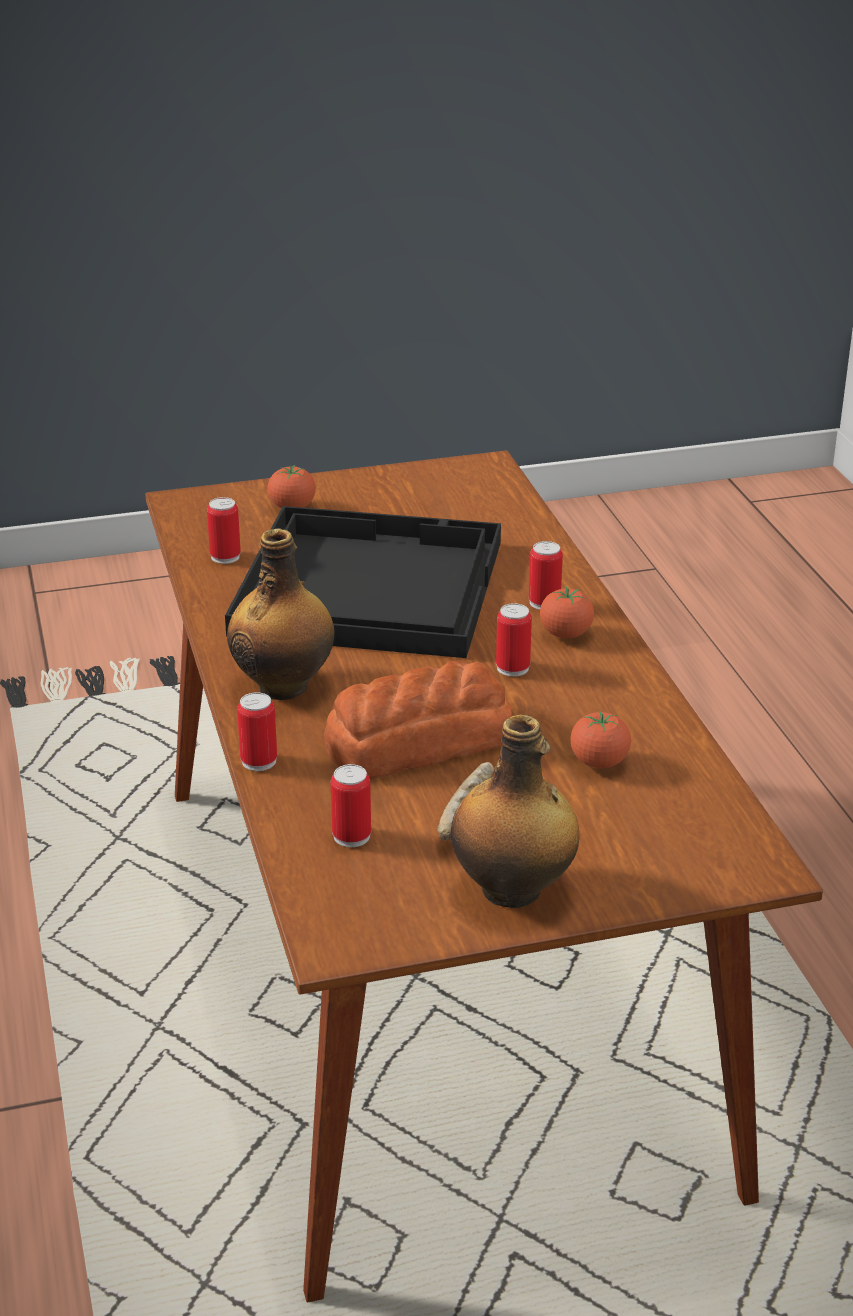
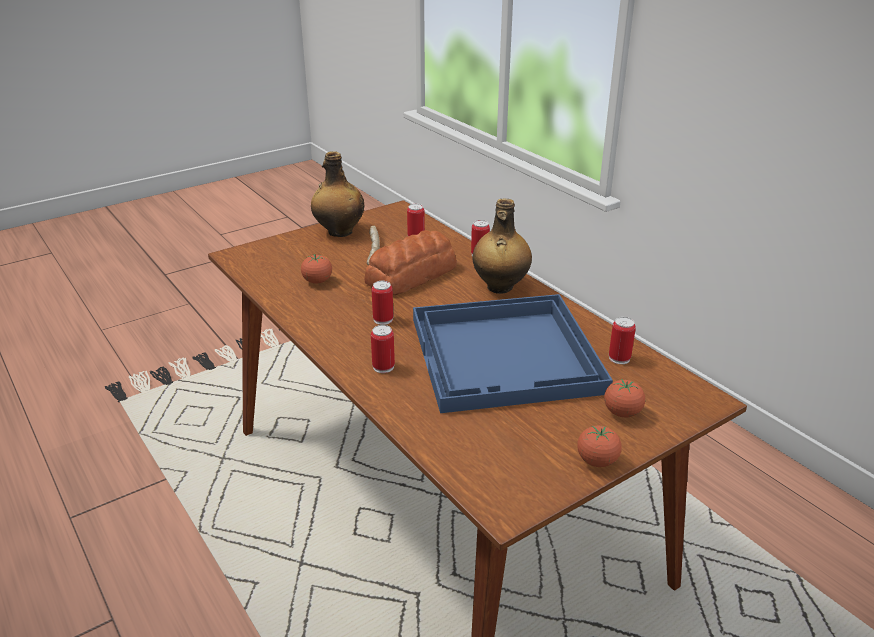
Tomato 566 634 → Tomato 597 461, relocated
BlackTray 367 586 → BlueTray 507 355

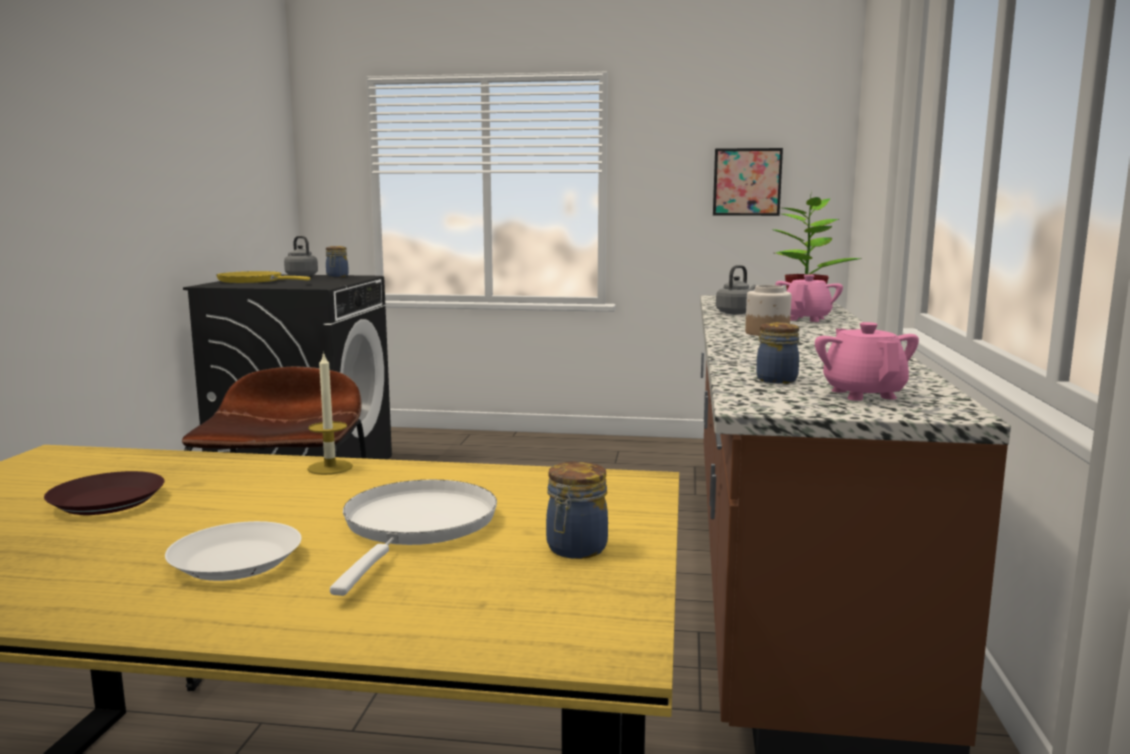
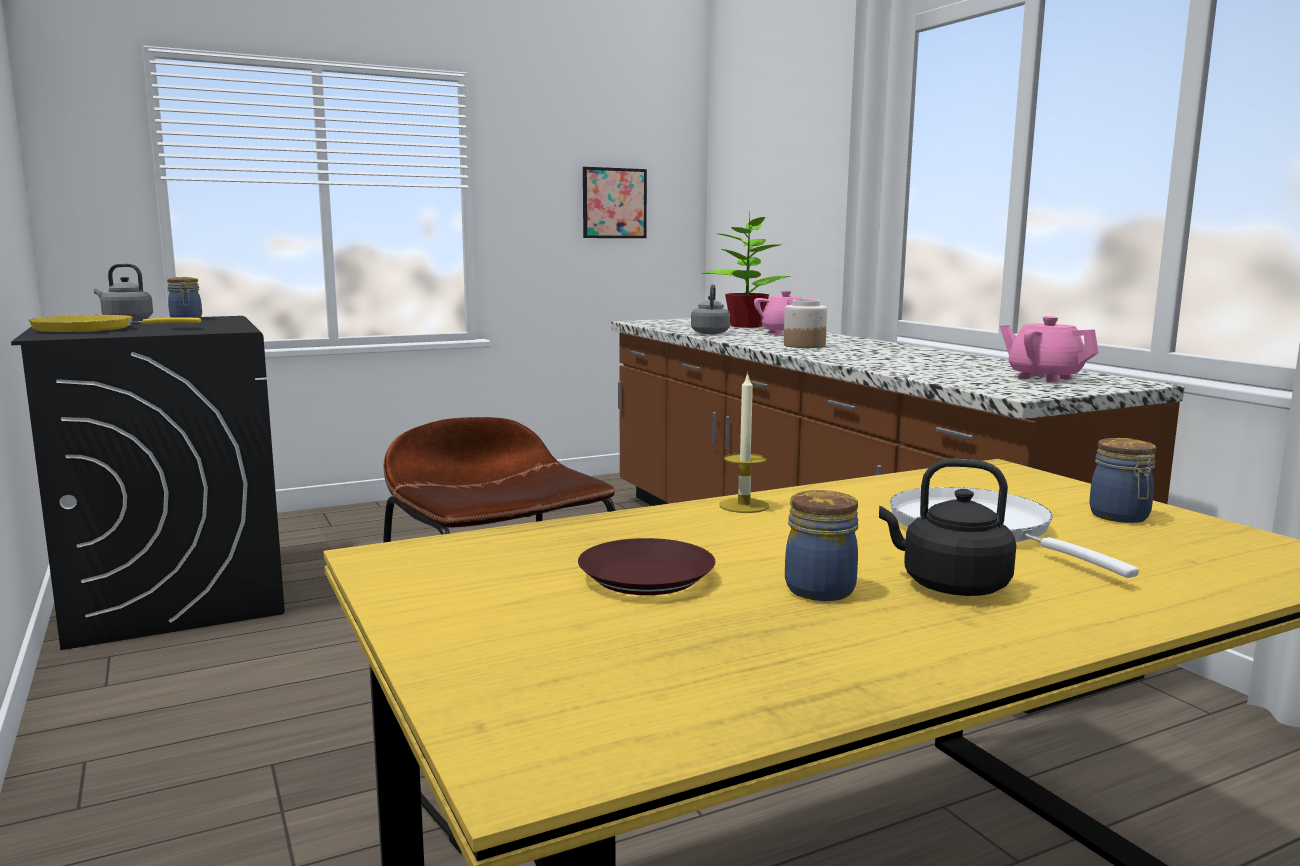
Jar 777 379 → Jar 819 588, relocated
WhitePlate 234 561 → BlackKettle 949 585

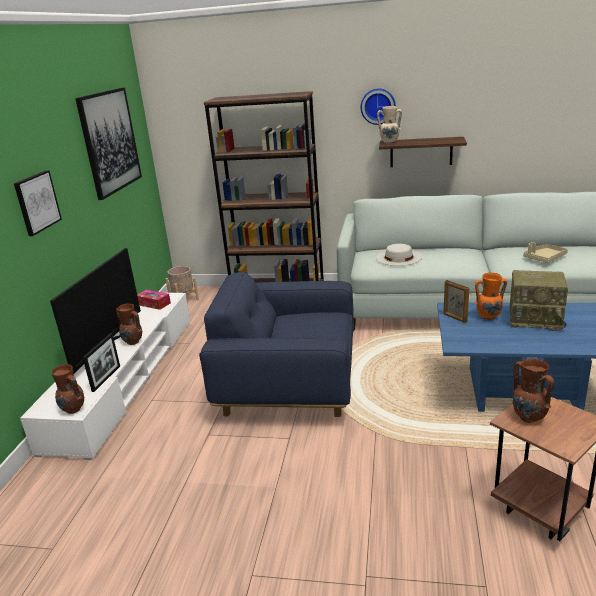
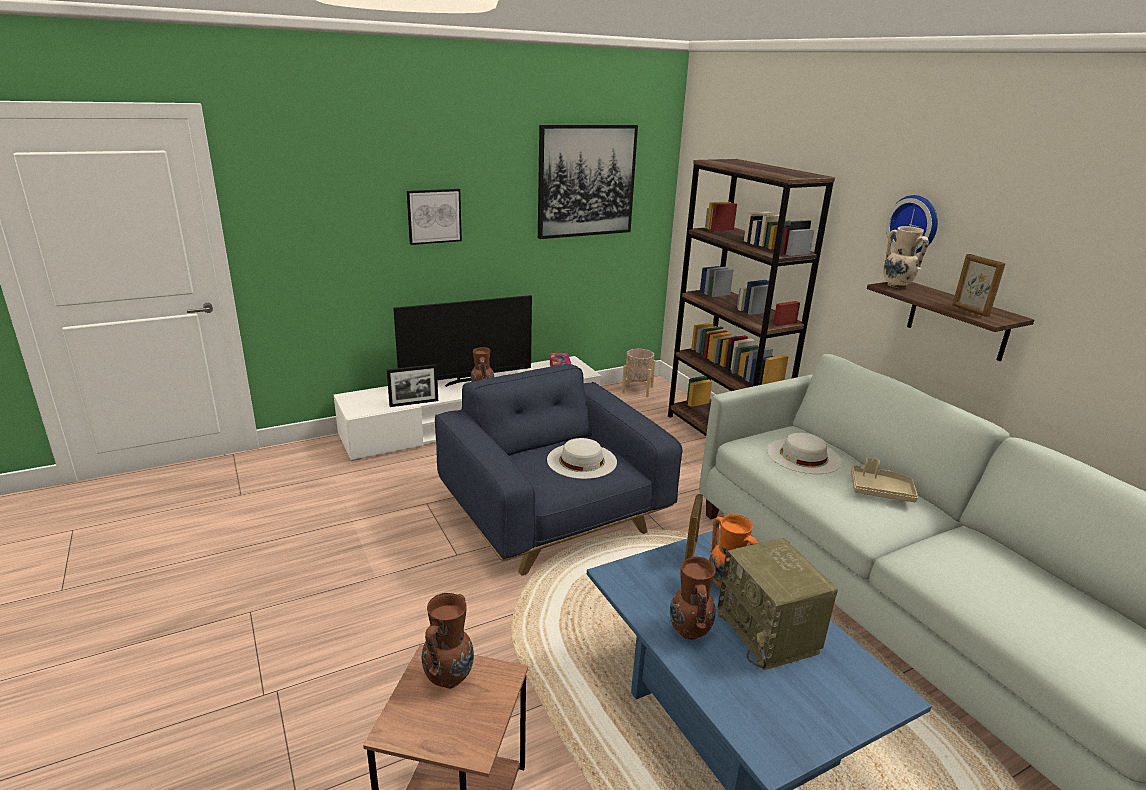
- → WhiteHat 582 460
- → PictureFrame 970 311
BrownVase 73 410 → BrownVase 689 632, relocated
BeigeTray 544 258 → BeigeTray 880 491, relocated

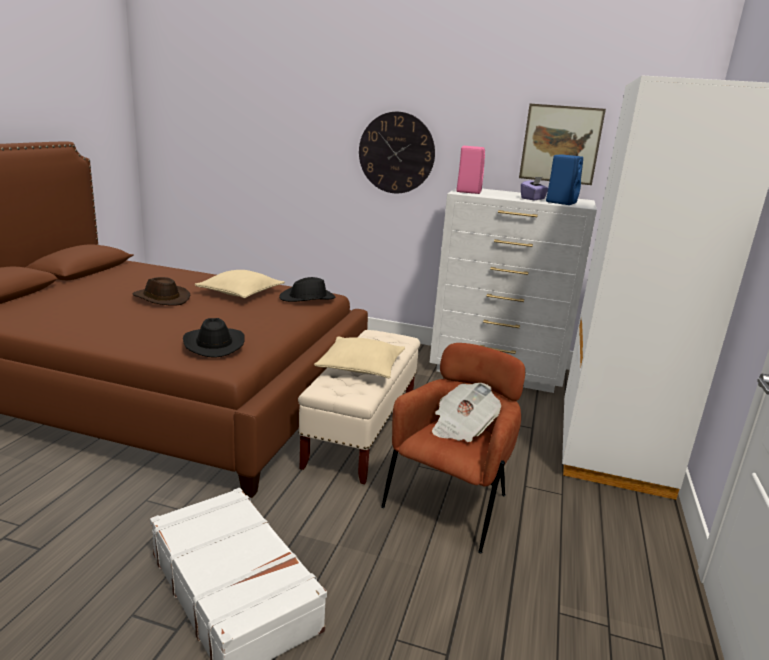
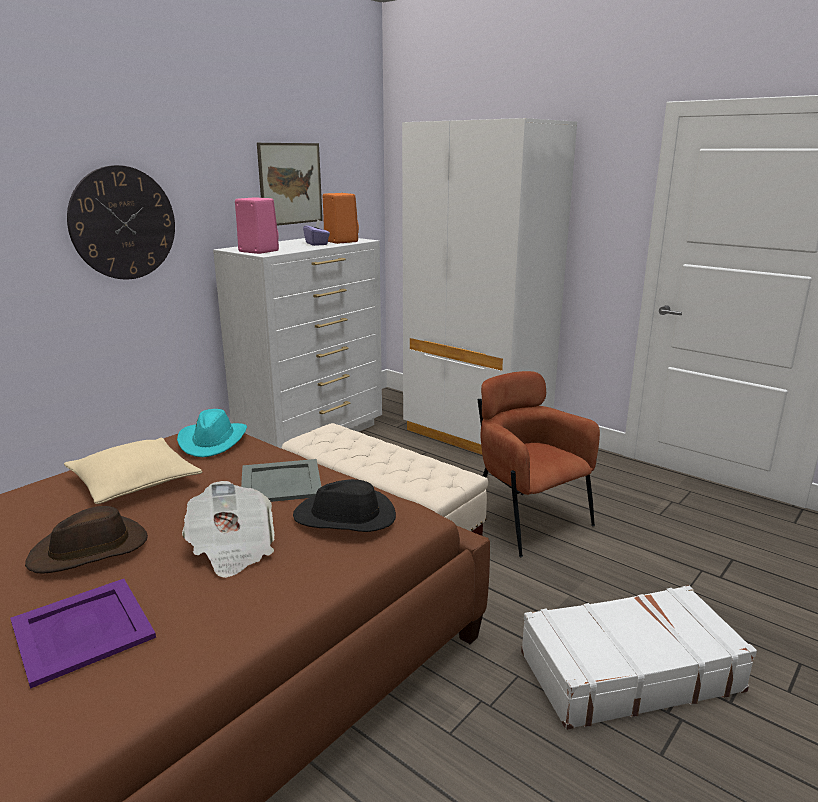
BeigePillow 361 367 → -
- → PurpleTray 81 630
- → GreyTray 281 481
Newspaper 462 428 → Newspaper 232 549, relocated
BlackHat 308 298 → TurquoiseHat 213 441
BlueSpeaker 561 202 → OrangeSpeaker 340 241

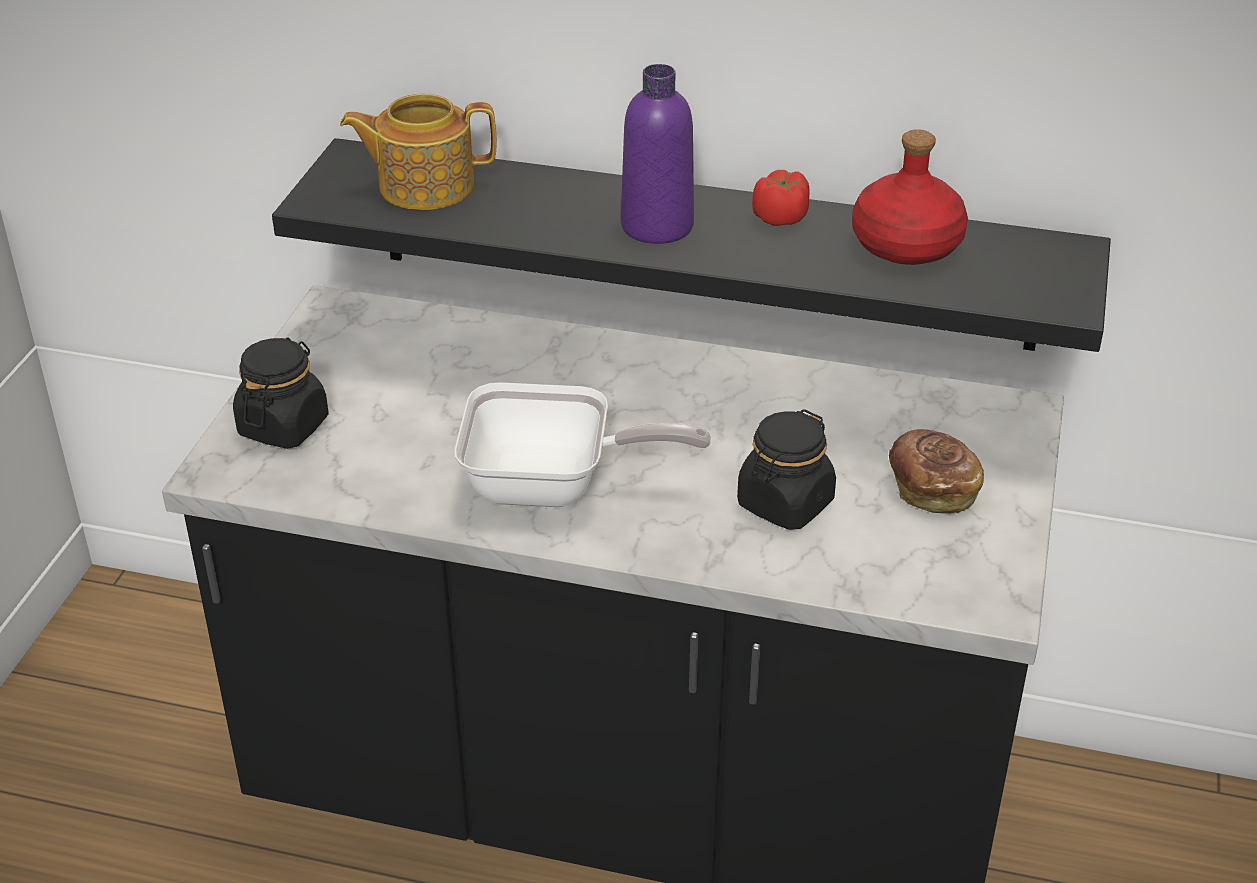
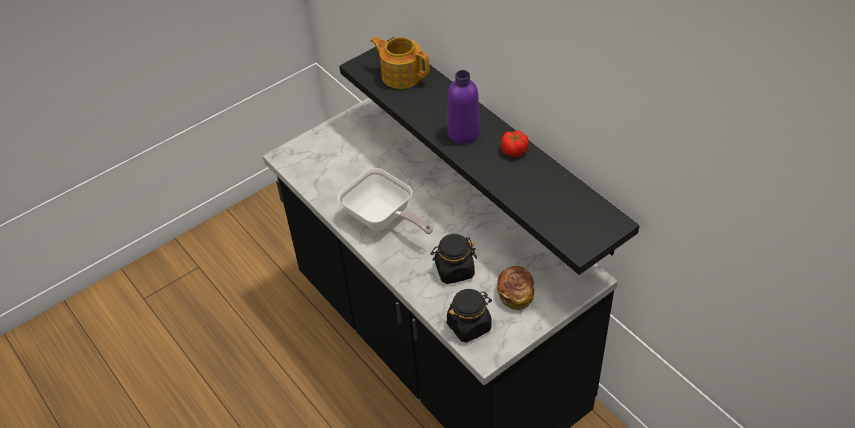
RedBottle 907 245 → -
BlackJar 283 426 → BlackJar 469 325, relocated

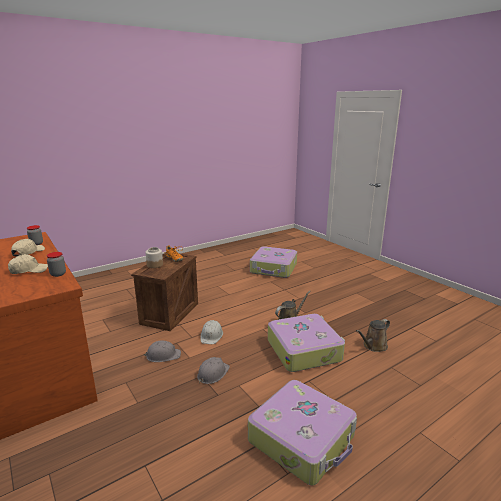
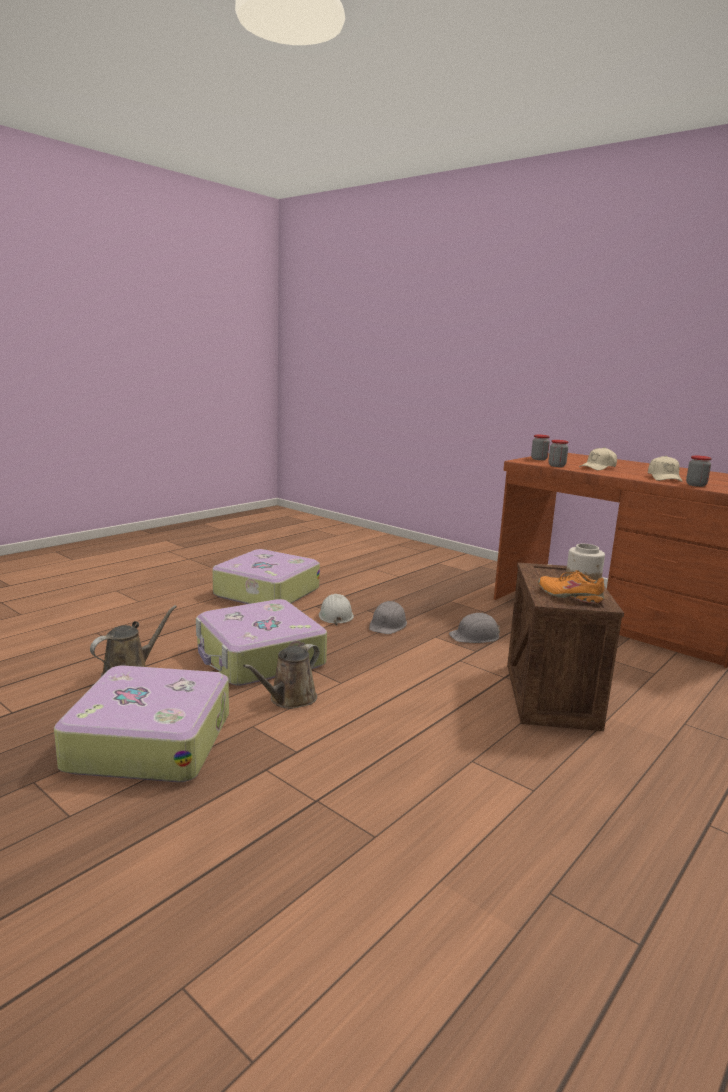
- → Jar 539 459
WhiteHardHat 211 335 → WhiteHardHat 335 615, relocated
Suitcase 274 268 → Suitcase 149 740, relocated

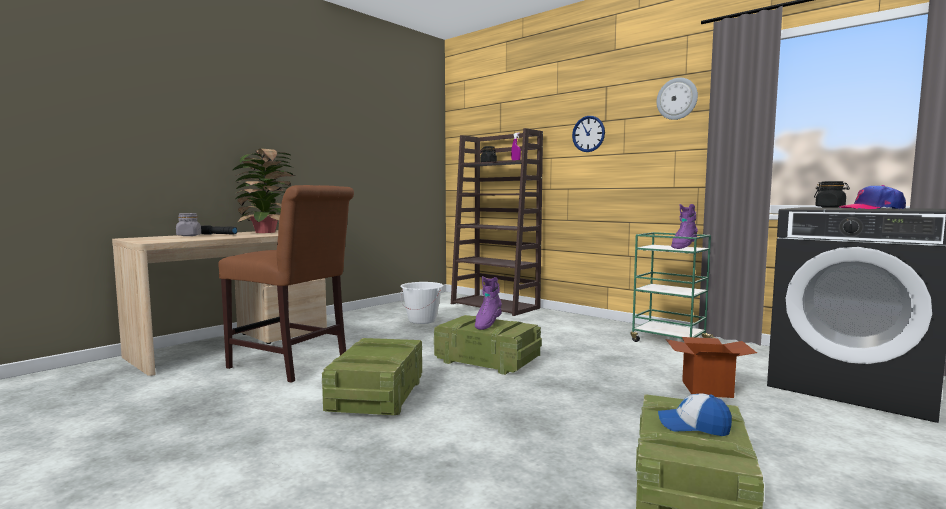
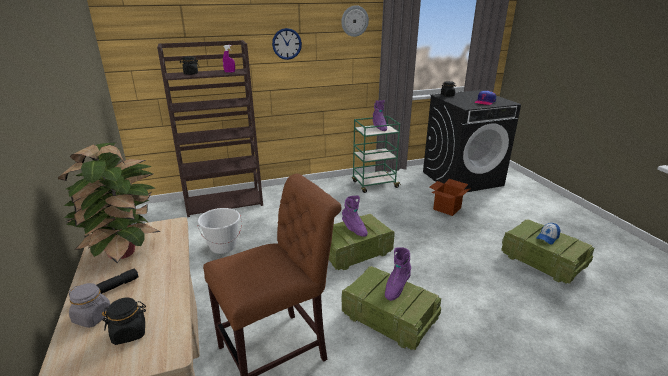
- → BlackJar 129 332
- → PurpleBoot 396 287

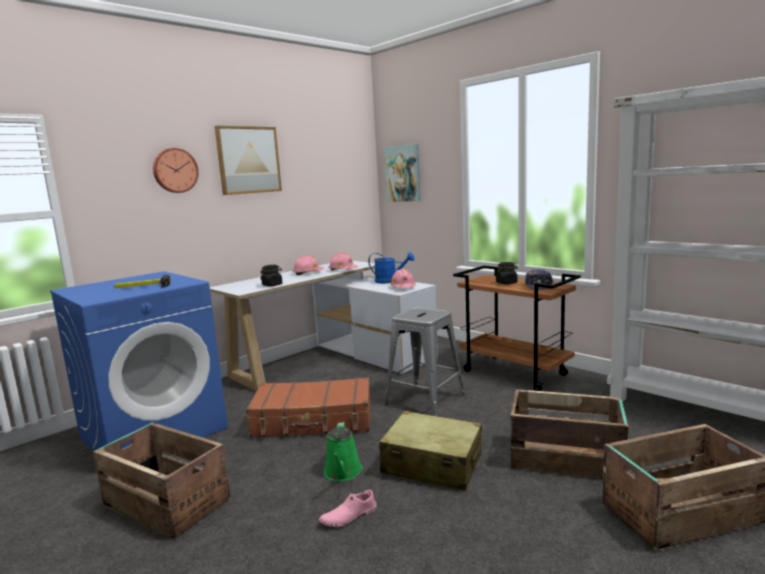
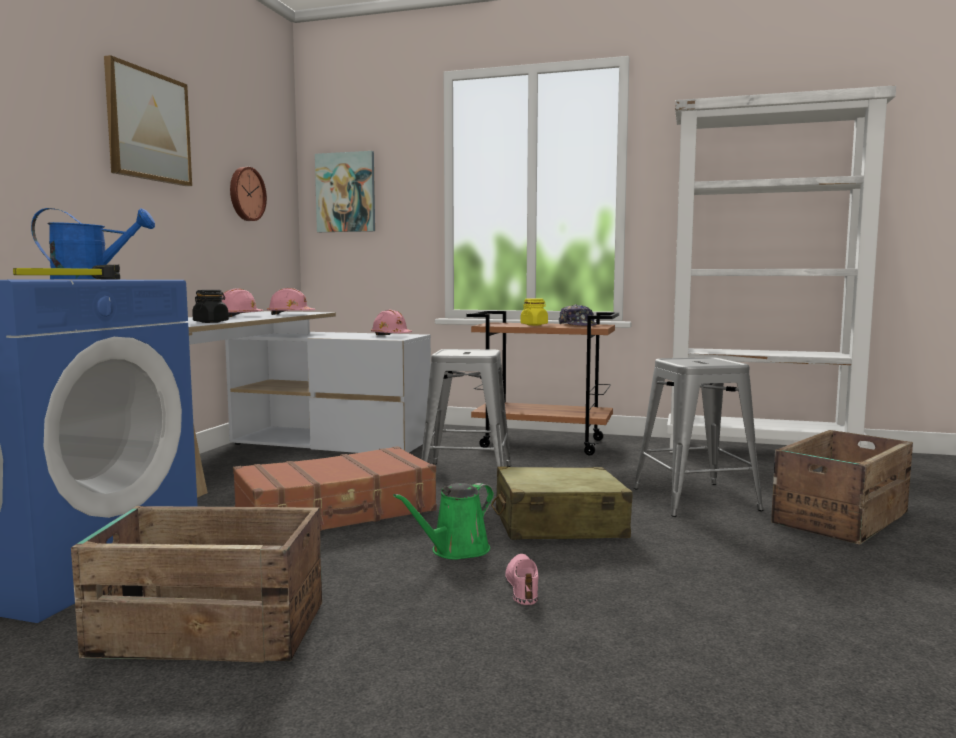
WallClock 175 170 → WallClock 246 194, relocated
BlueWateringCan 390 281 → BlueWateringCan 92 279, relocated
Crate 567 459 → GreyStool 694 499
BlackJar 506 283 → YellowJar 534 325
PinkShoe 348 516 → PinkShoe 523 585, 150 degrees clockwise
GreenWateringCan 343 472 → GreenWateringCan 456 551, 75 degrees clockwise

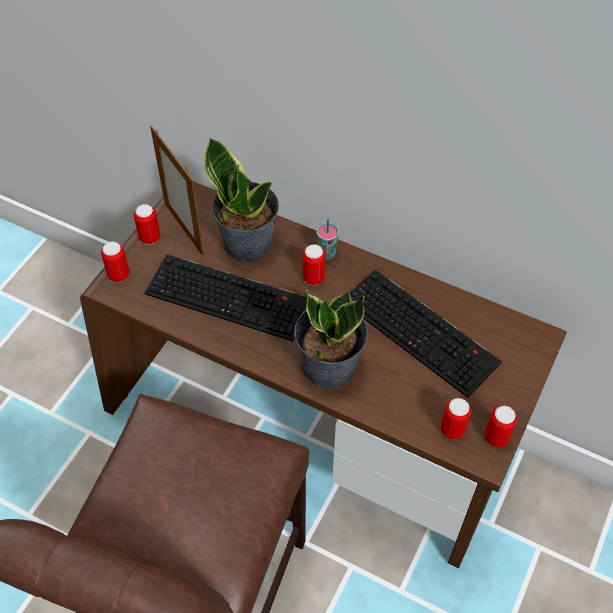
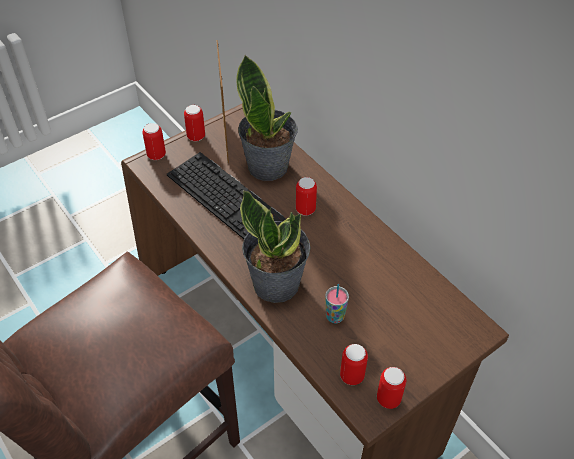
Keyboard 422 332 → -
Cup 326 254 → Cup 335 317, relocated

